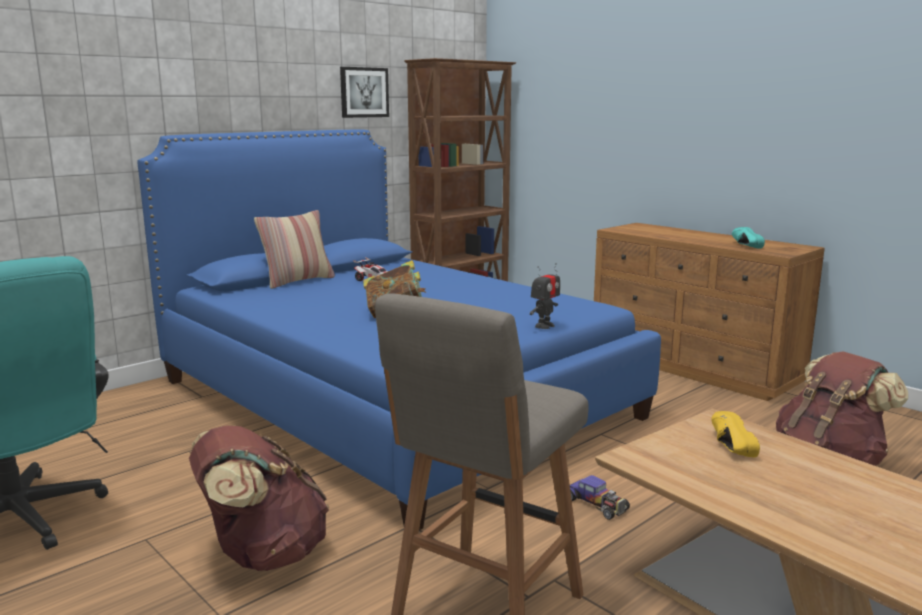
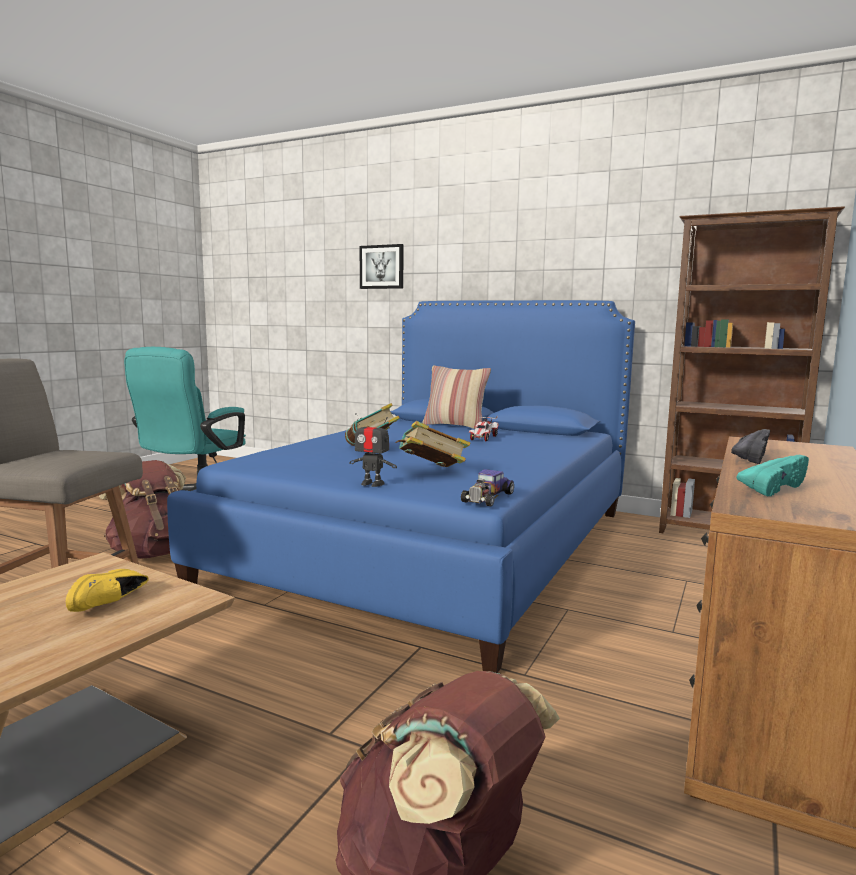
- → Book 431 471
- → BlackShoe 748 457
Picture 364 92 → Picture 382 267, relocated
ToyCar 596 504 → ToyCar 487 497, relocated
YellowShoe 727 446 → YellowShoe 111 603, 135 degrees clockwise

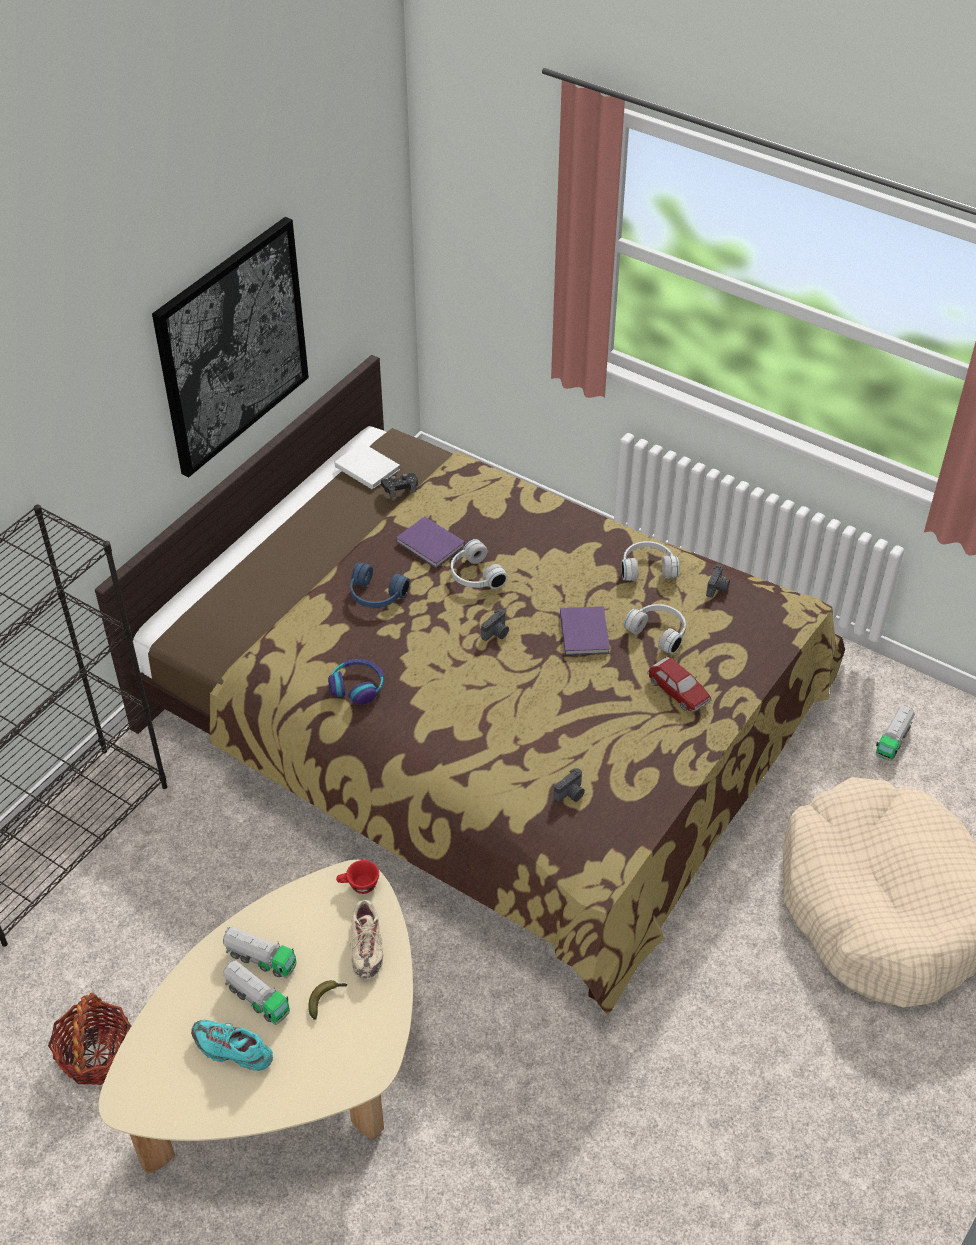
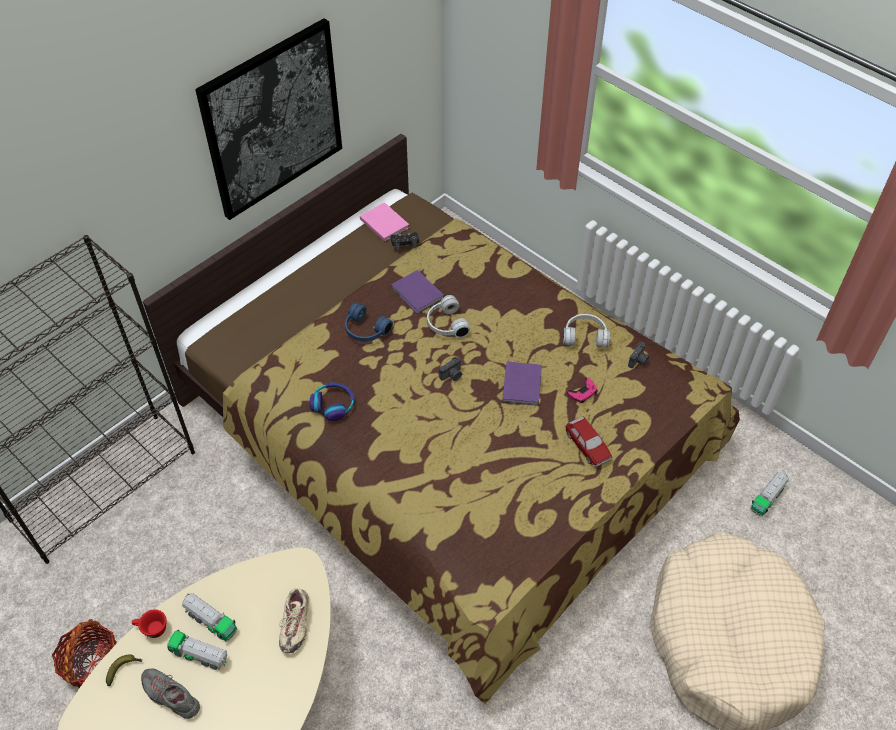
PhotoCamera 571 794 → -
Banana 326 999 → Banana 124 669, relocated
RedCup 358 886 → RedCup 152 629, relocated
WhiteHeadphones 659 632 → PinkGameController 583 392
TurquoiseShoe 232 1050 → GreyShoe 171 697
WhiteBook 366 467 → PinkBook 384 222
ToyTruck 257 999 → ToyTruck 200 655, 150 degrees clockwise

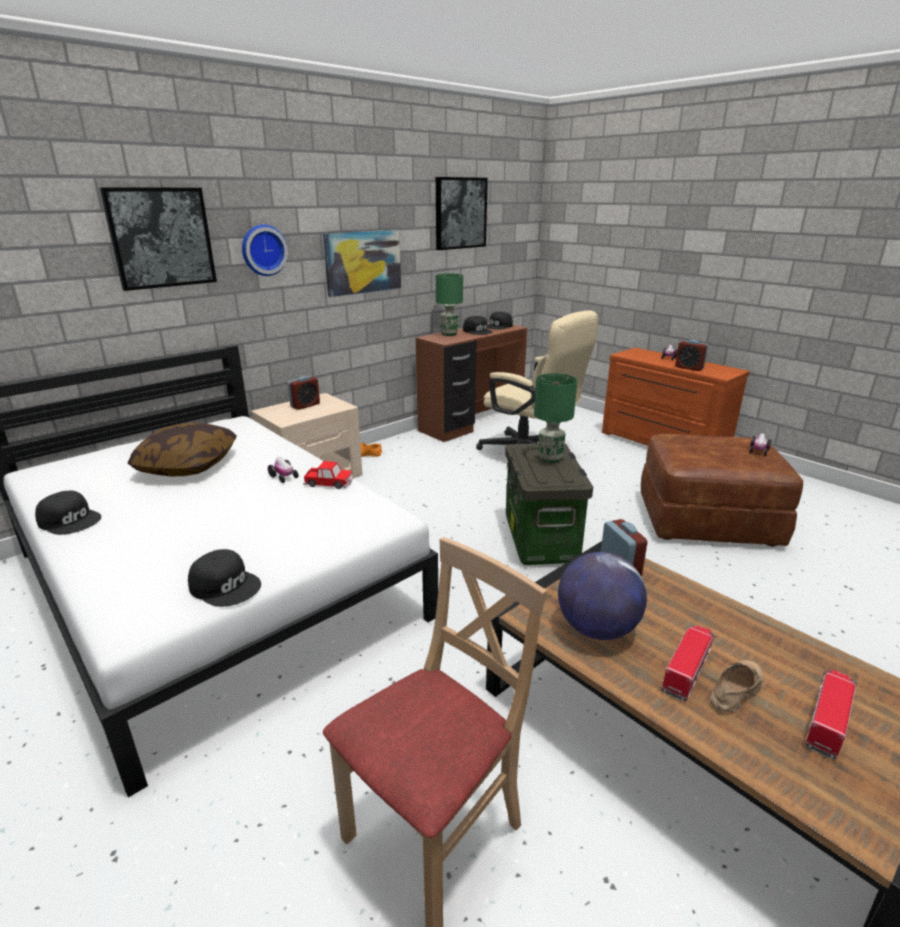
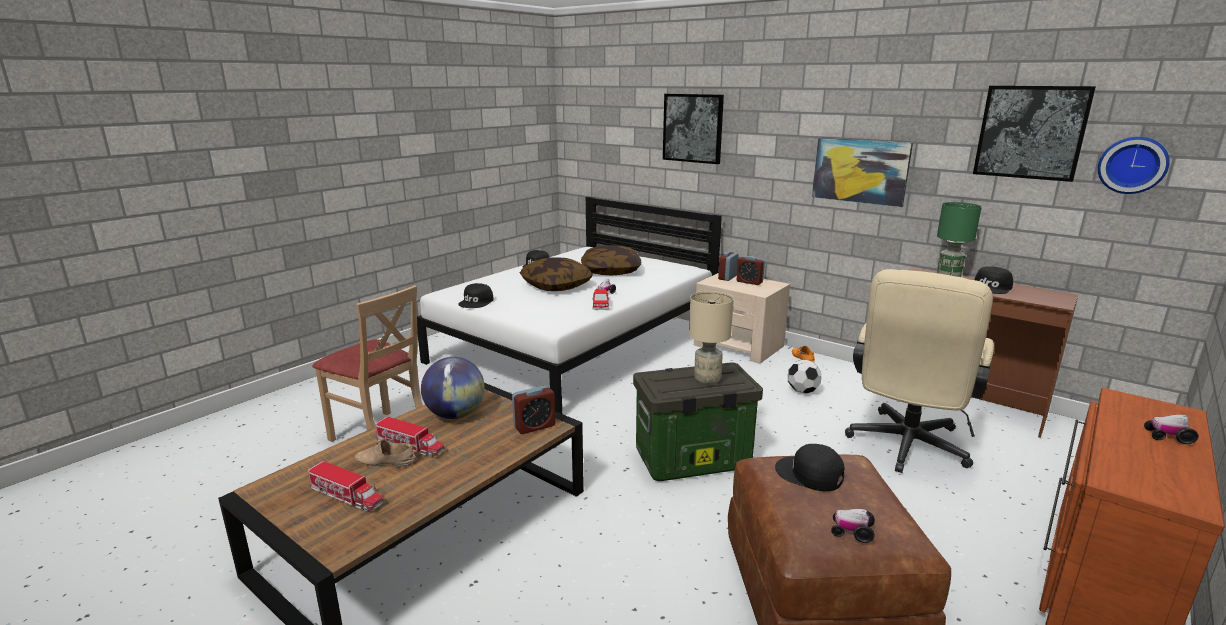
- → Pillow 556 286
- → Football 802 391
WallClock 263 250 → WallClock 1132 165, relocated
BlackCap 498 326 → BlackCap 809 474, relocated
AlarmClock 689 368 → AlarmClock 727 277, relocated
GreenTableLamp 550 458 → BeigeTableLamp 708 380
BeigeShoe 735 688 → BeigeShoe 385 462, 150 degrees clockwise

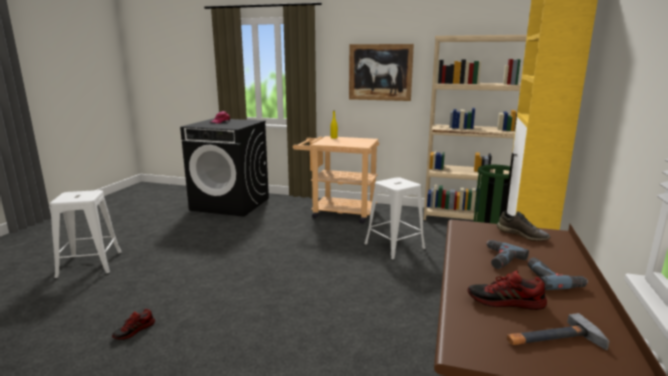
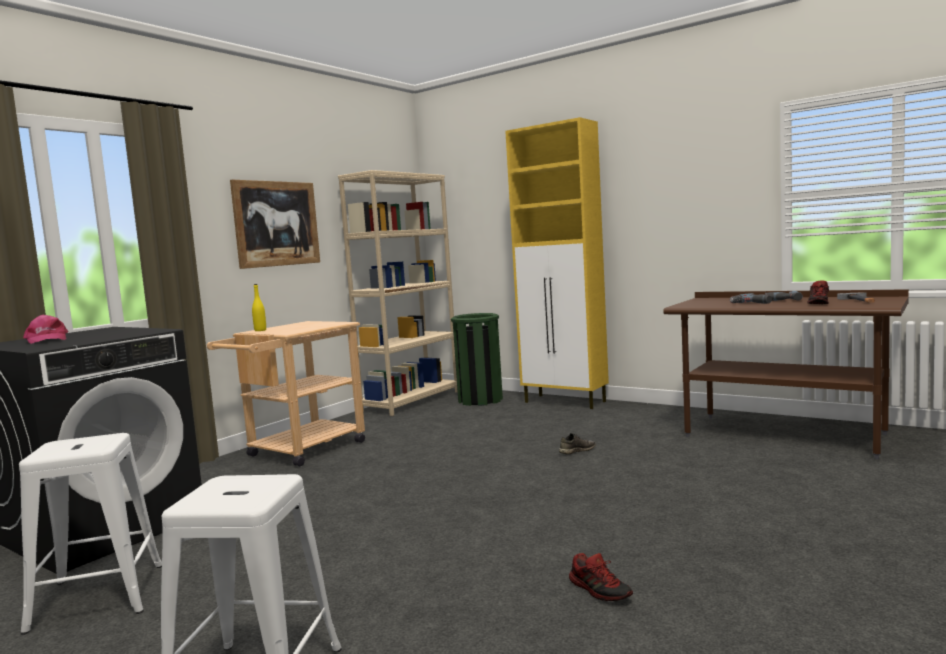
WhiteStool 394 246 → WhiteStool 98 596, relocated
GreyShoe 522 235 → GreyShoe 577 450, relocated

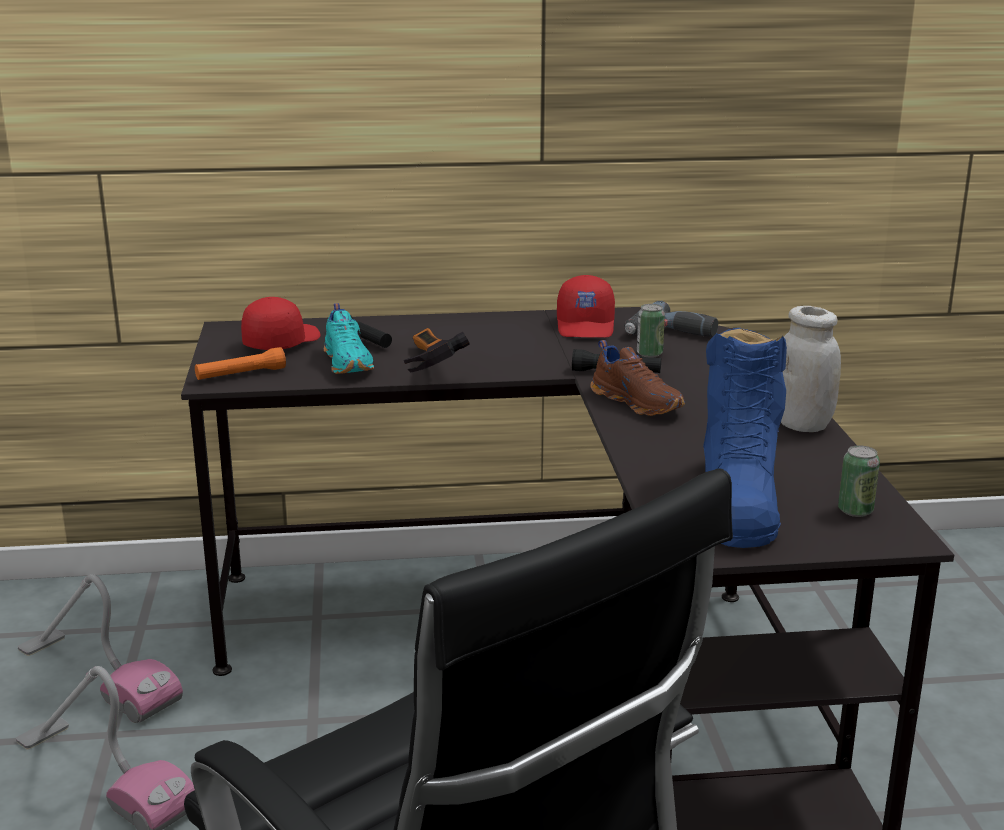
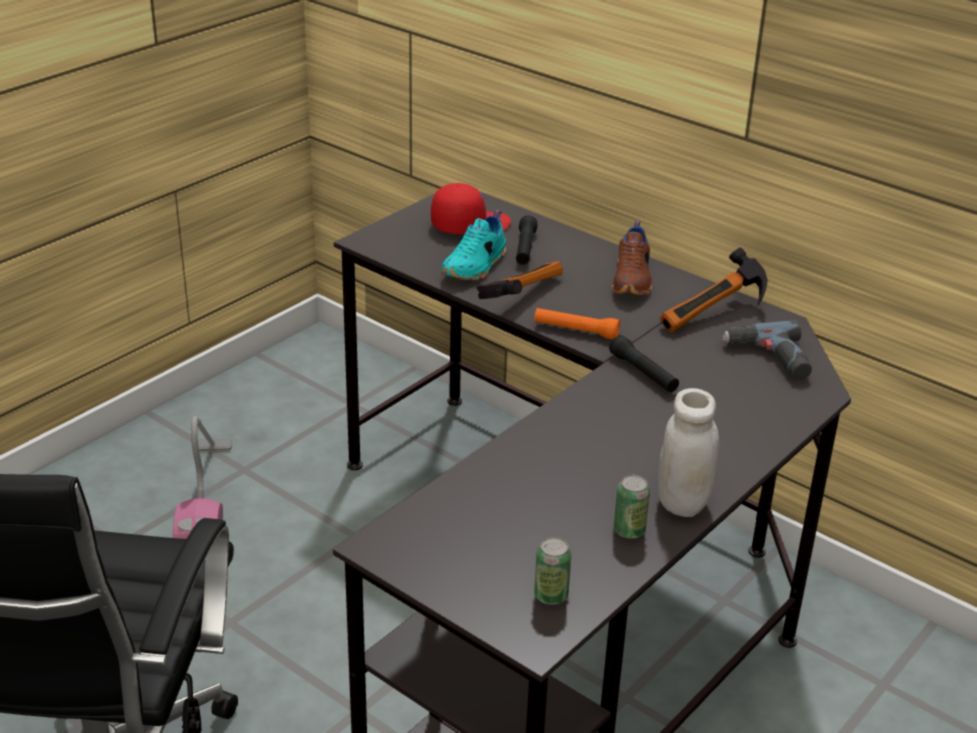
VacuumCleaner 97 677 → -
BlueBoot 737 501 → -
OrangeFlashlight 241 375 → OrangeFlashlight 576 331, relocated
BrownShoe 638 403 → BrownShoe 633 280, relocated
Can 649 354 → Can 629 530, relocated
RedCap 586 326 → Hammer 715 317

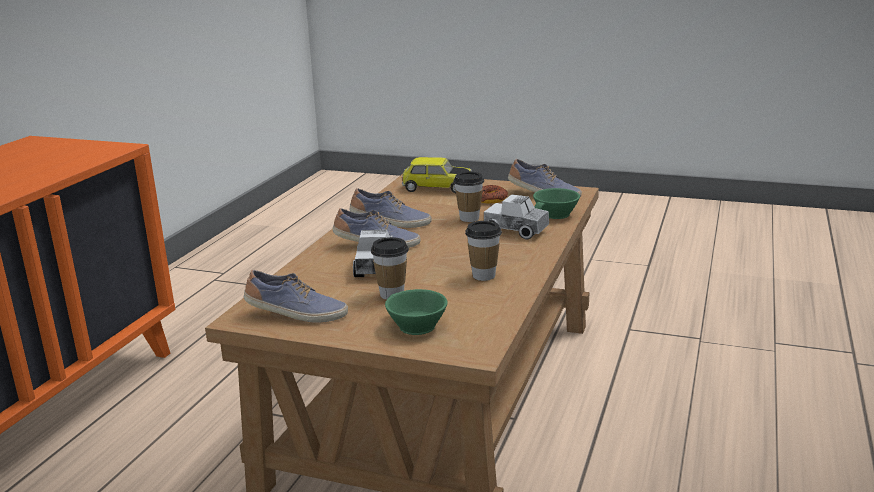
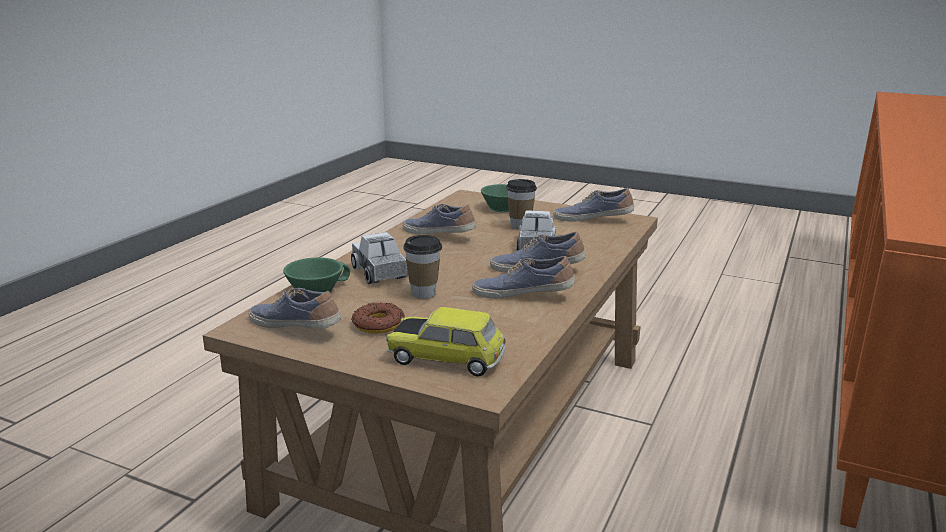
Cup 483 276 → Shoe 439 234
ToyTruck 516 231 → ToyTruck 379 273, 150 degrees counterclockwise

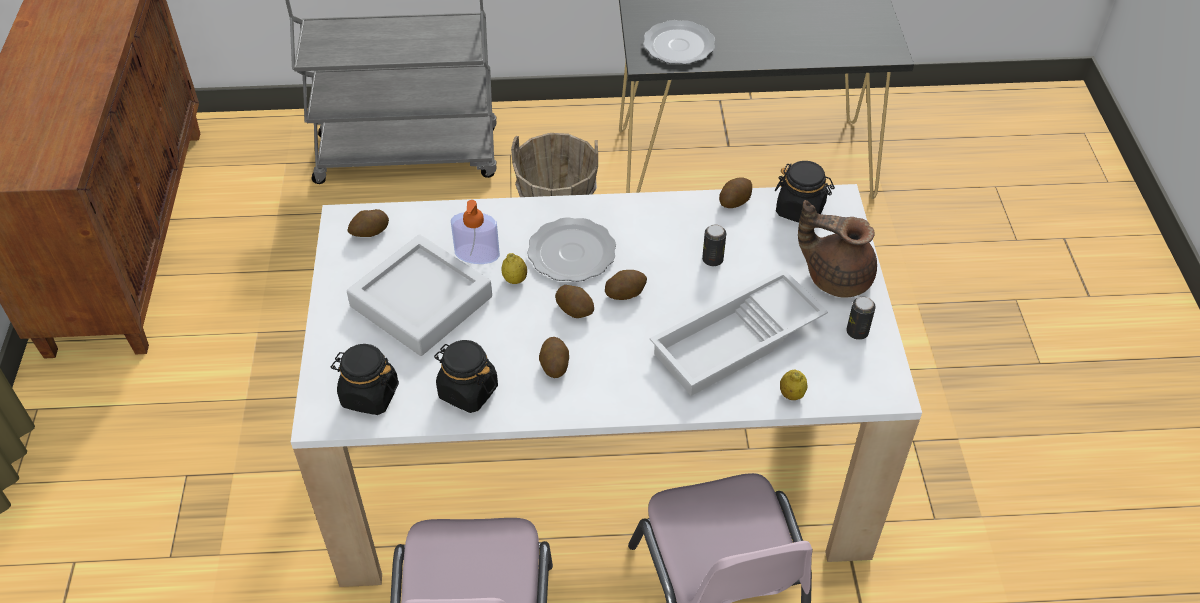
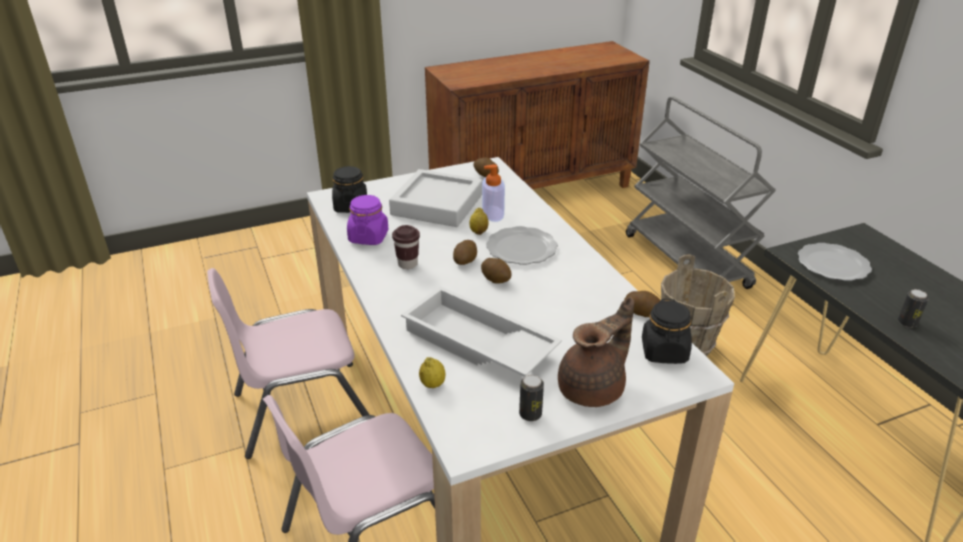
Can 712 259 → Can 907 323, relocated
Potato 554 365 → BrownCup 407 264
BlackJar 467 391 → PurpleJar 368 237
BrownTeapot 836 276 → BrownTeapot 593 389, 45 degrees clockwise

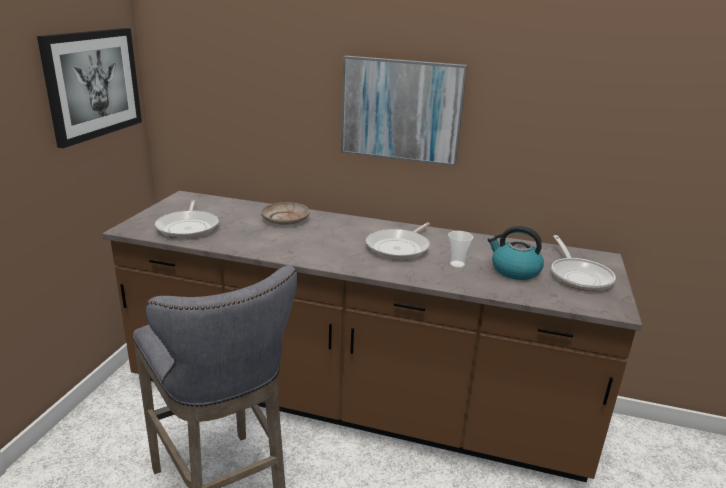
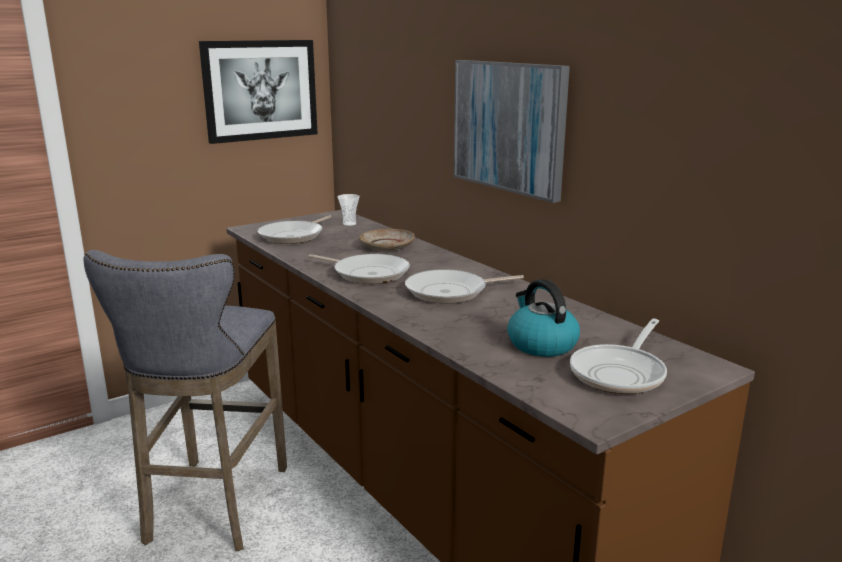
- → FryingPan 368 273
Cup 457 264 → Cup 349 224, relocated

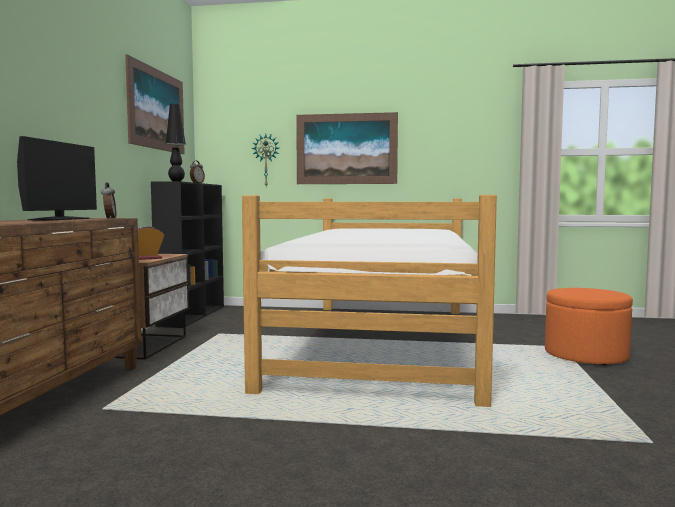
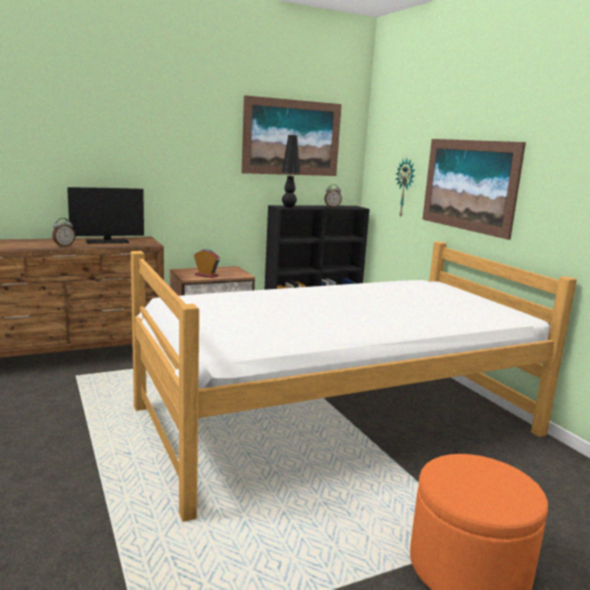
AlarmClock 109 218 → AlarmClock 64 246, relocated

